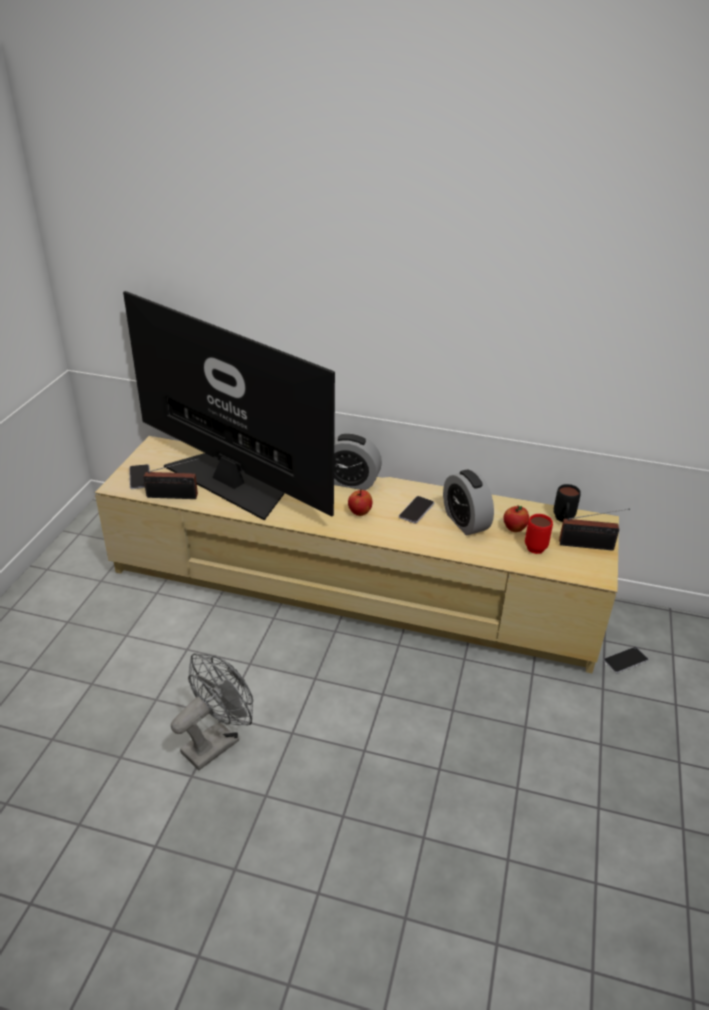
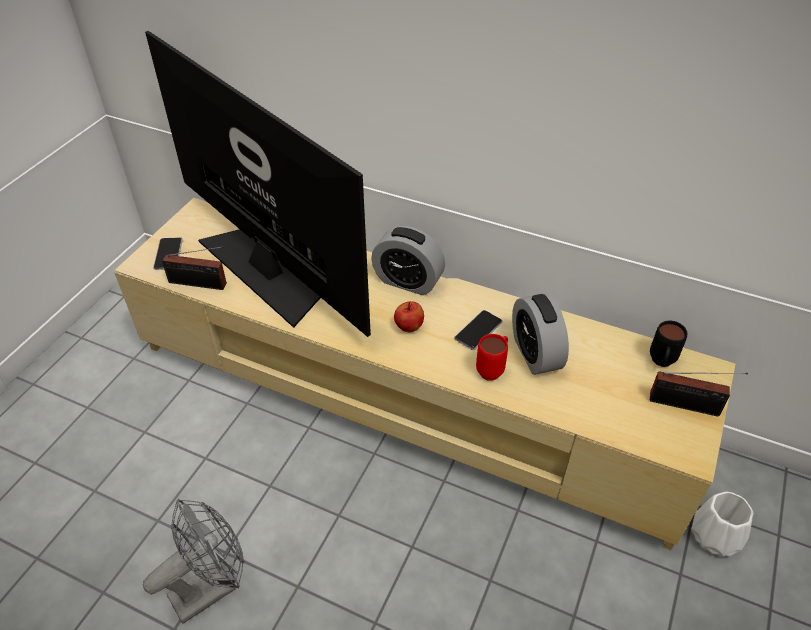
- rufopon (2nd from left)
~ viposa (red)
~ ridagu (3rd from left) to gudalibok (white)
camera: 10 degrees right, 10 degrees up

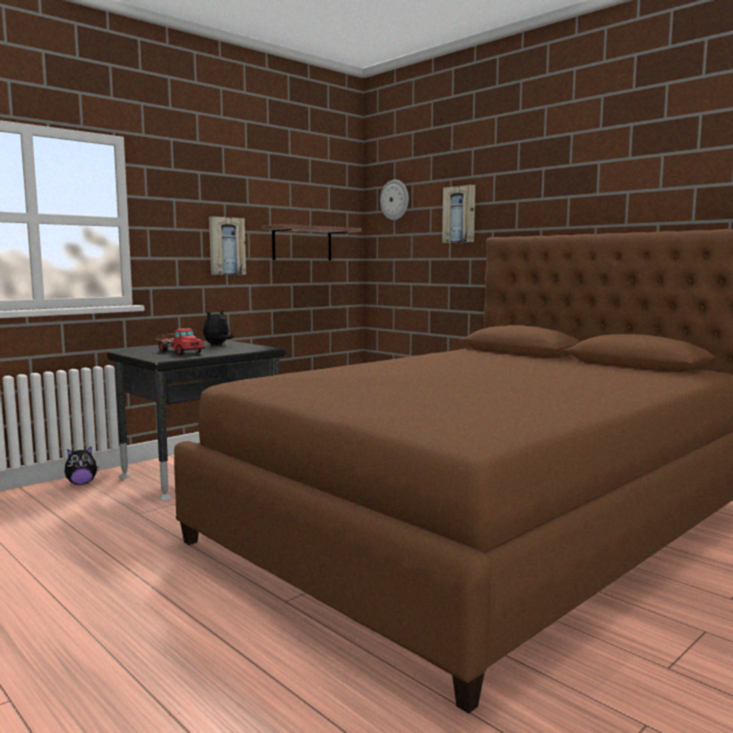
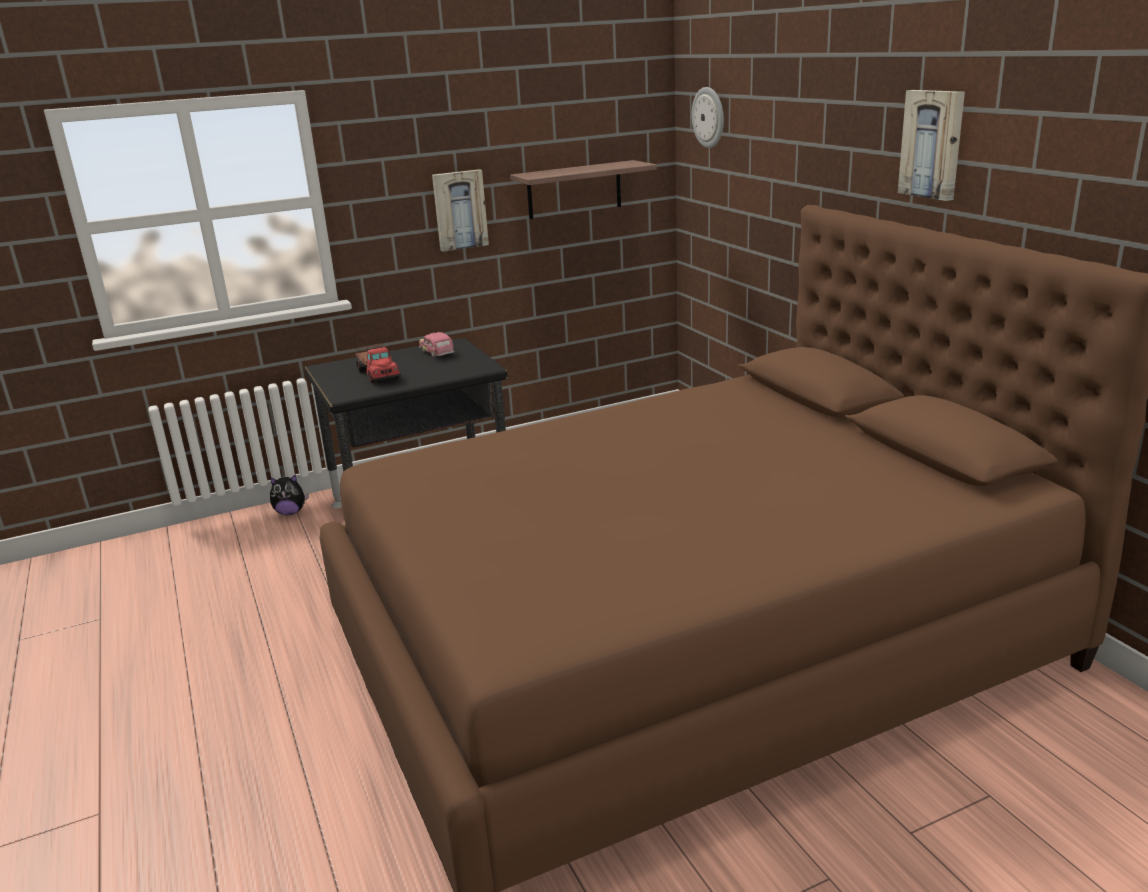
~ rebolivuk (2nd from left)
~ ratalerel (2nd from left) to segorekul
camera: 20 degrees right, 15 degrees up

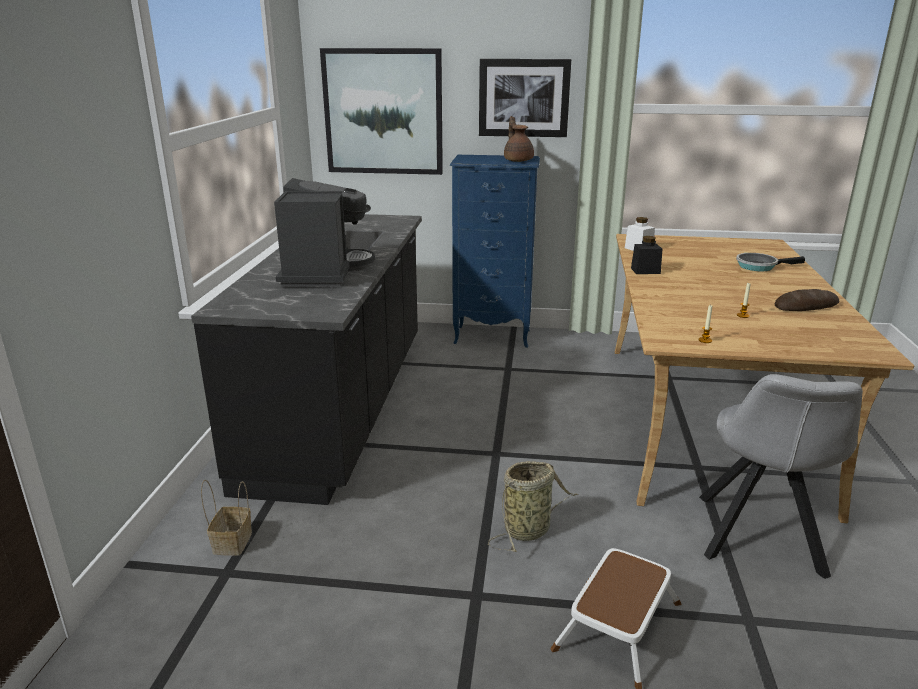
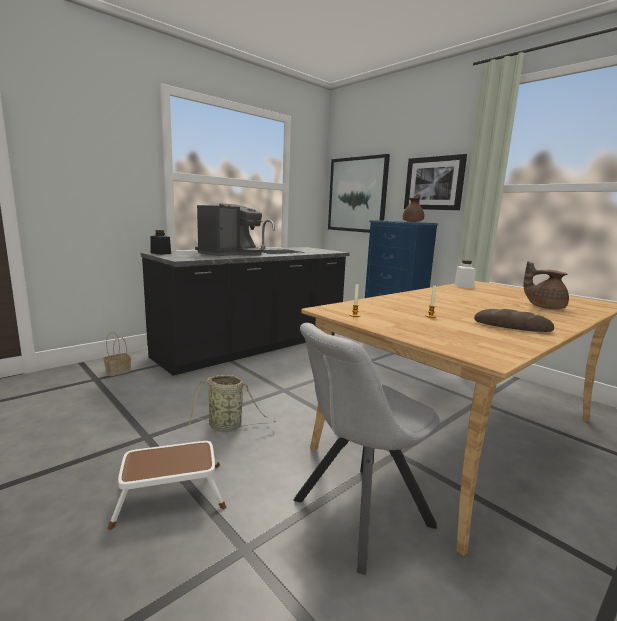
~ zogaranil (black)
~ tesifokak to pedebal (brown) (2nd from left)
camera: 40 degrees right, 10 degrees down

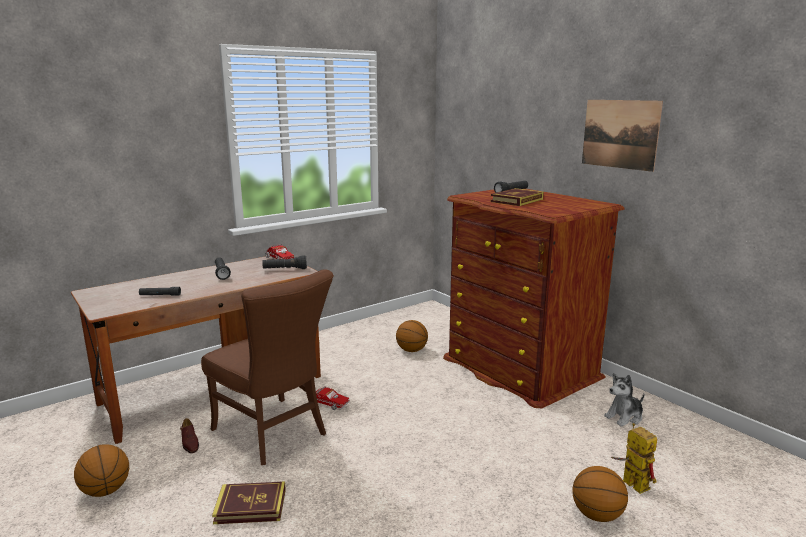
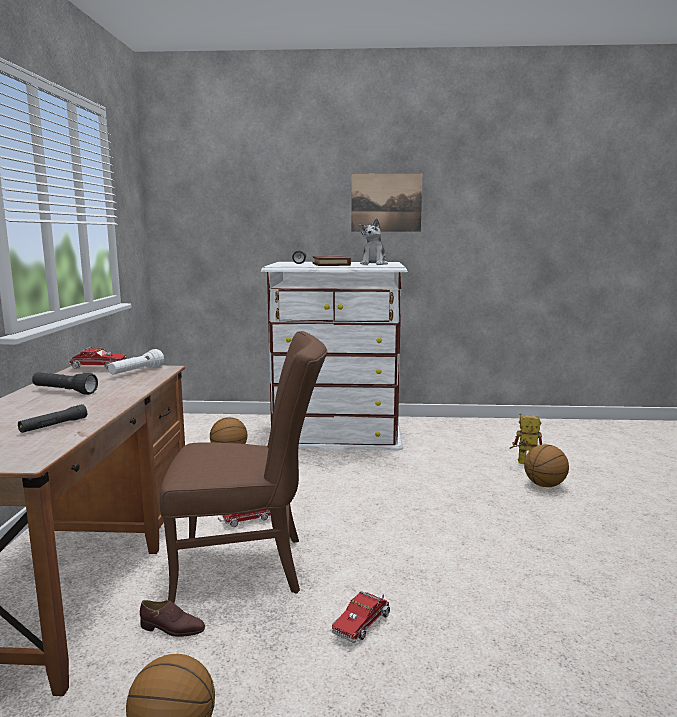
~ ratalerel
~ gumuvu (1st from left) to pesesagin (3rd from left)
~ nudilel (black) (3rd from left) to nudilel (white)
~ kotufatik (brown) to kotufatik (white)
camera: 50 degrees left, 5 degrees down

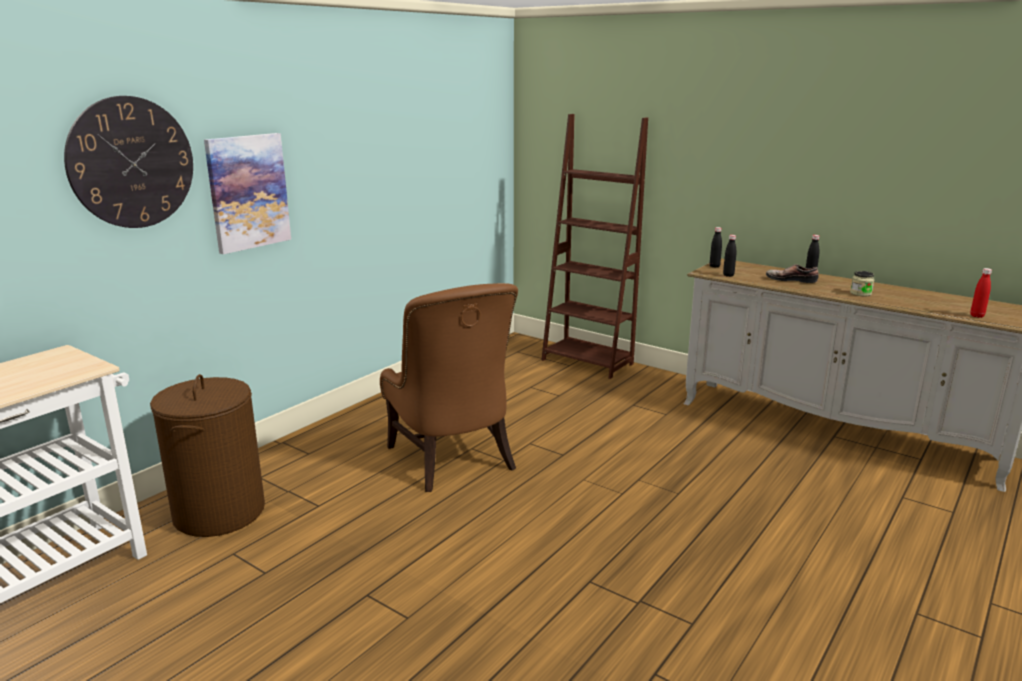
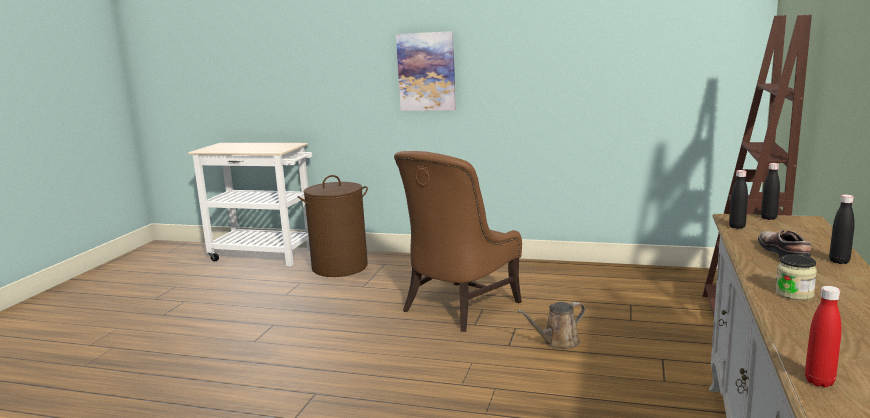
- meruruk
+ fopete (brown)
camera: 70 degrees right, 5 degrees down

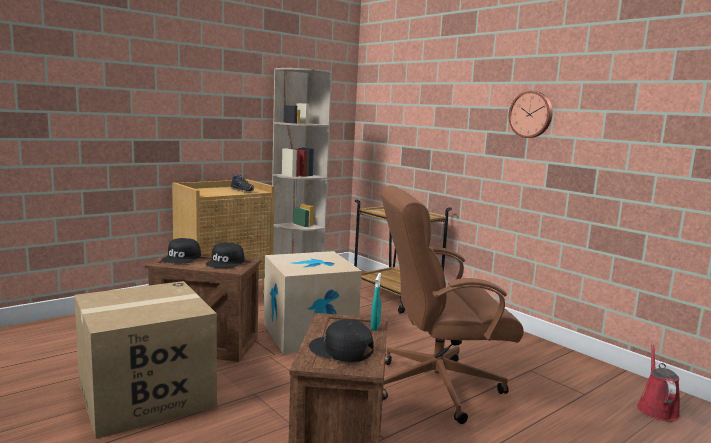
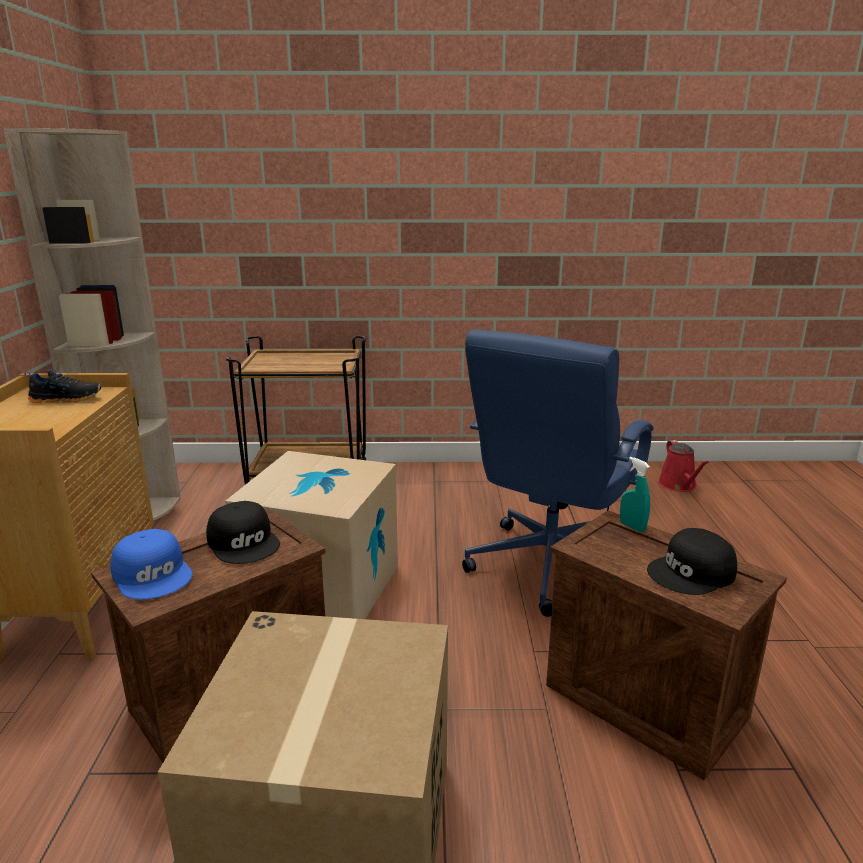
- meruruk
~ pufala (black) (1st from left) to pufala (blue)
~ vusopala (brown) to vusopala (blue)
~ fopete (red) 150 degrees counterclockwise
camera: 50 degrees left, 10 degrees up

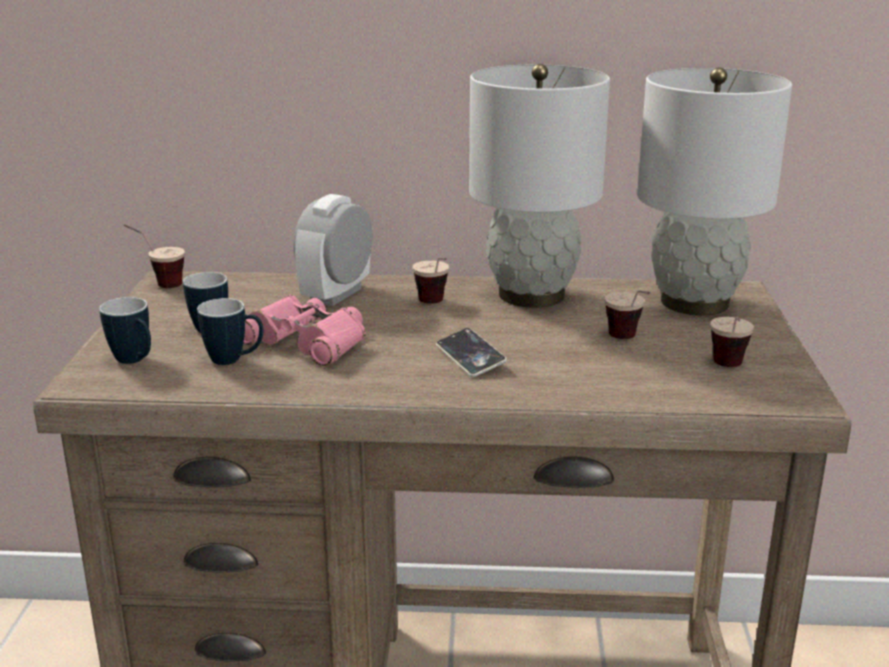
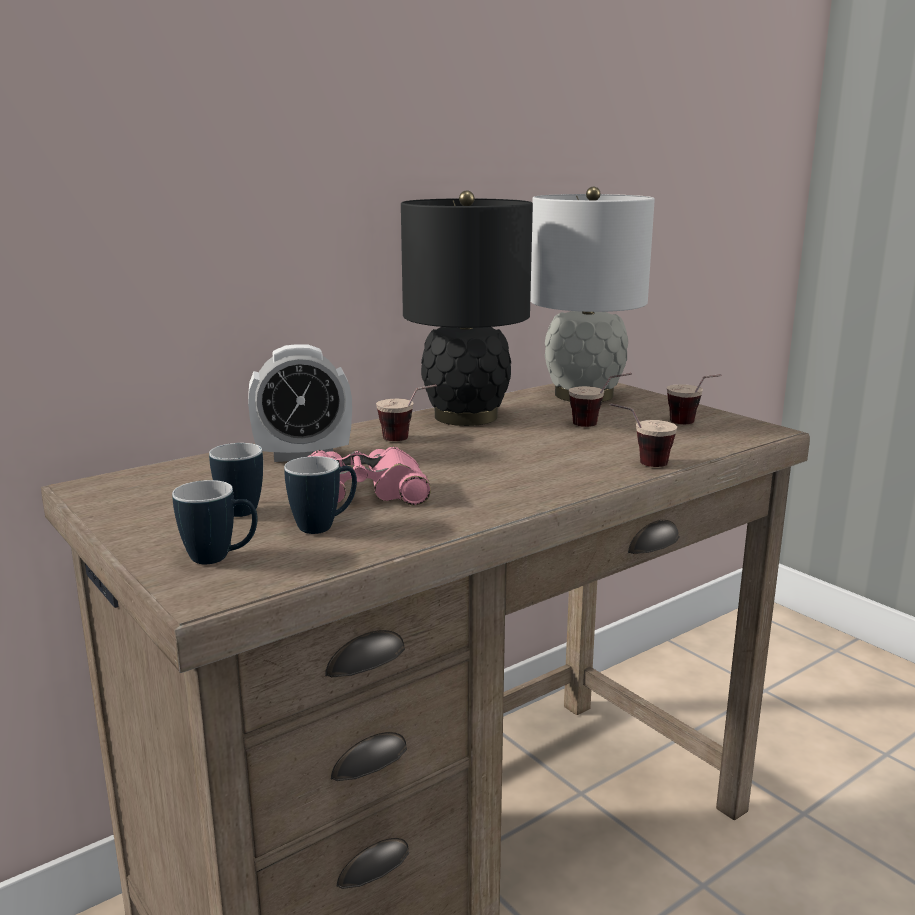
- ridagu
~ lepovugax (1st from left in the first image) to lepovugax (3rd from left)
~ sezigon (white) (1st from left) to sezigon (black)
~ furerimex 90 degrees counterclockwise
camera: 40 degrees left, 5 degrees down

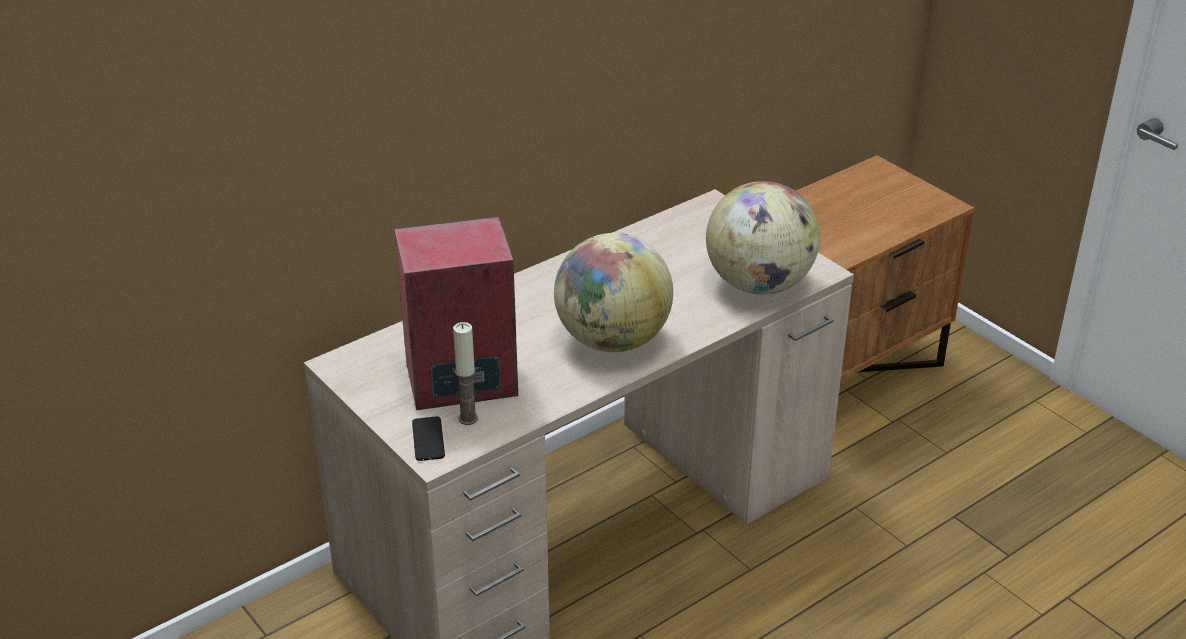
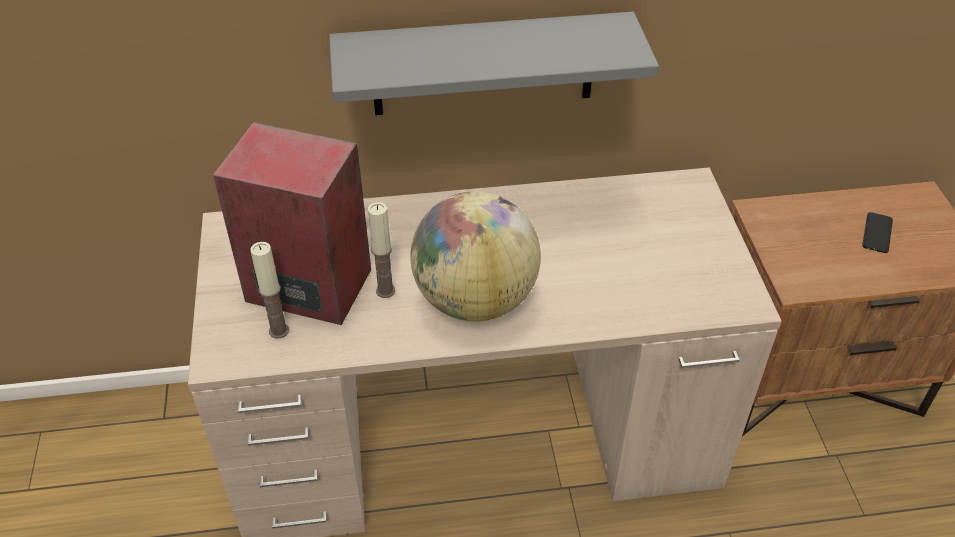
- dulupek (2nd from left)
+ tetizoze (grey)
+ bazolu (2nd from left)
~ ridagu
camera: 30 degrees right, 10 degrees up

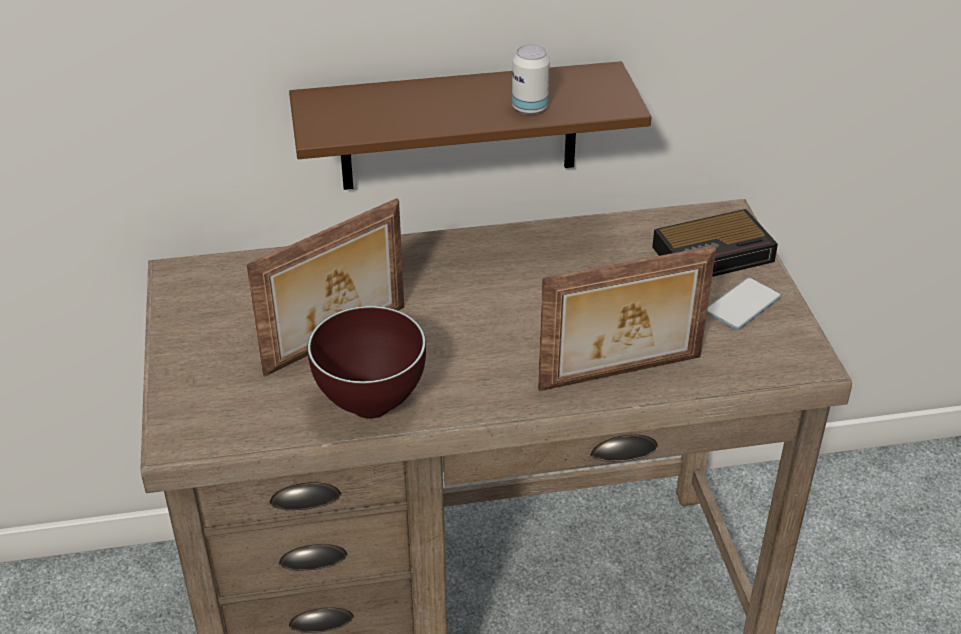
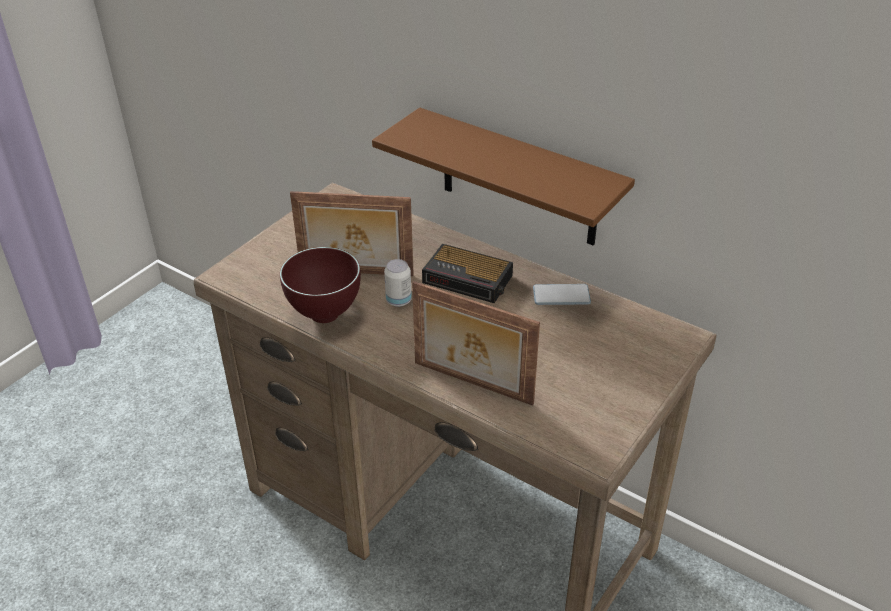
~ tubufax
~ furerimex
~ ridagu
camera: 45 degrees right, 0 degrees up

